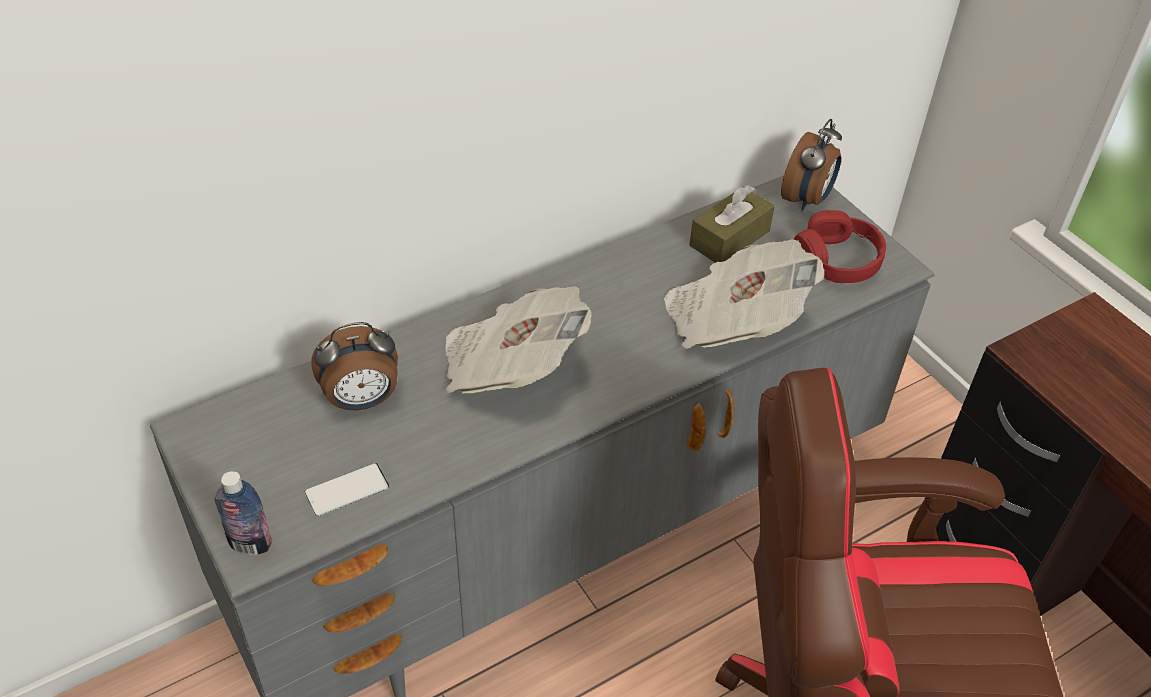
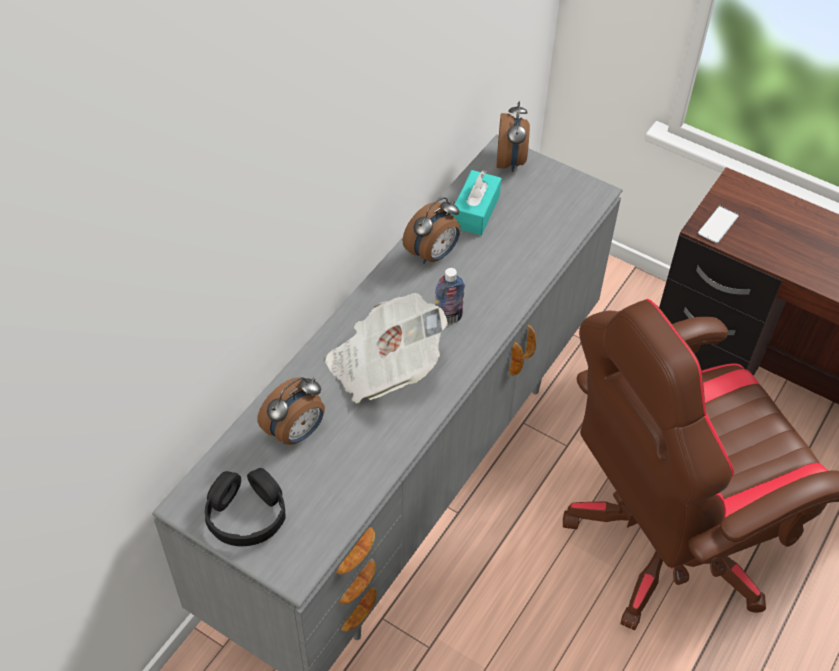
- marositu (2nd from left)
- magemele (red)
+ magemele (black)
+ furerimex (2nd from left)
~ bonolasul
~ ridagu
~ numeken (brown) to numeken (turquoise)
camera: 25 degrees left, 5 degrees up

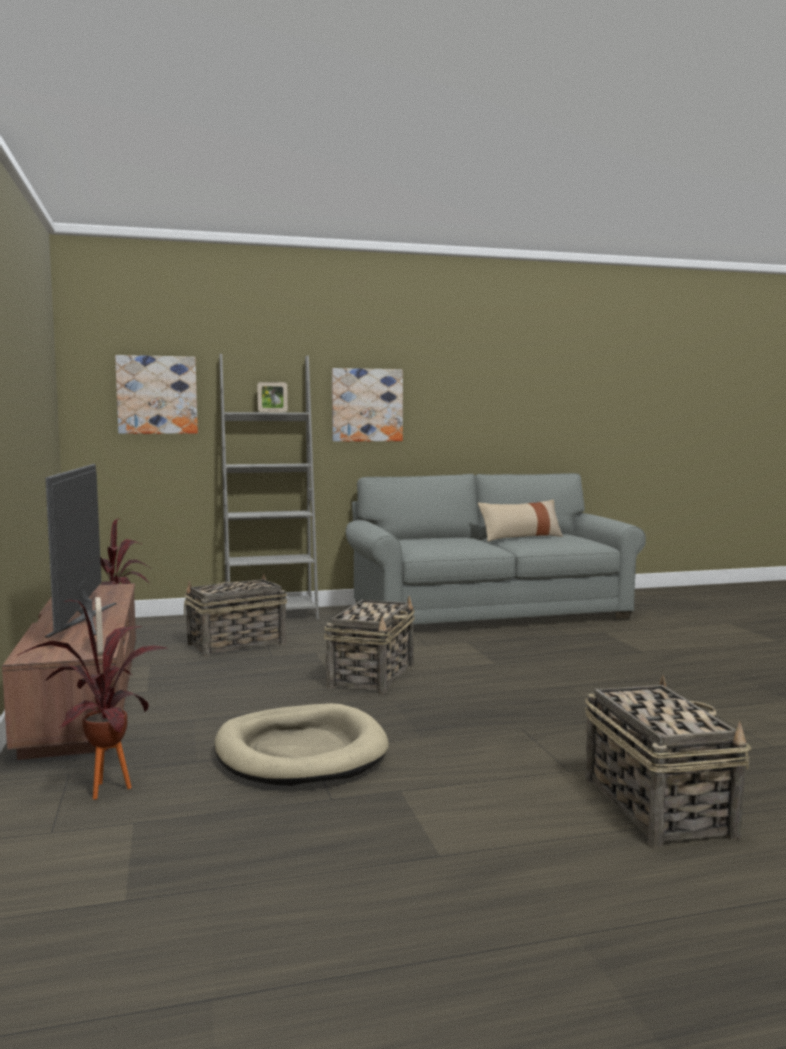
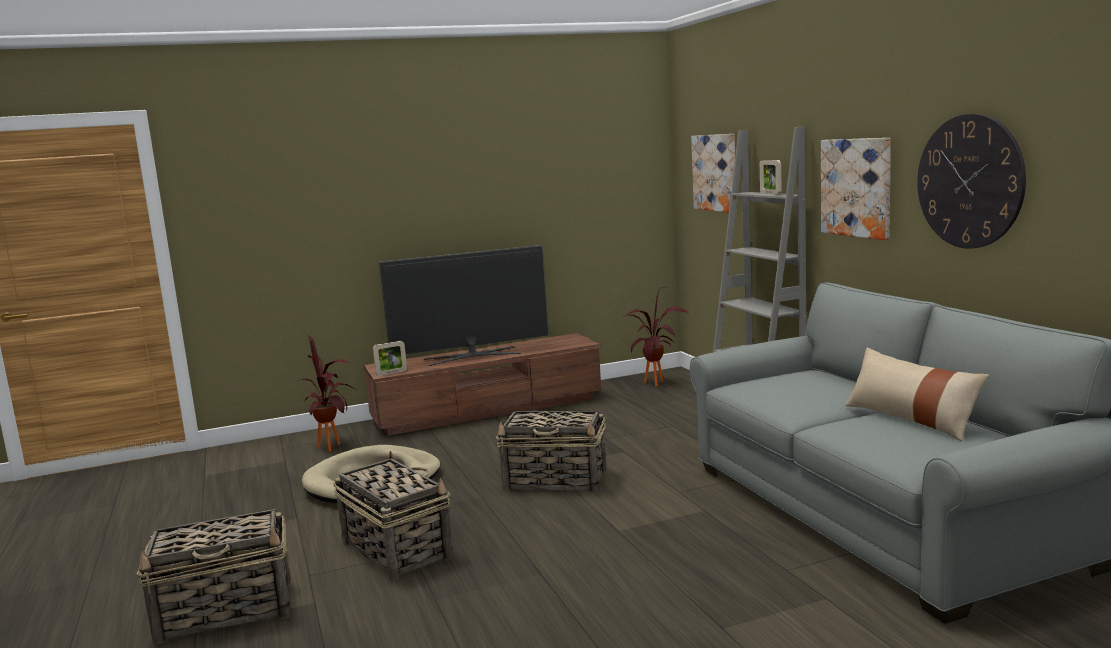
+ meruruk
~ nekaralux (1st from left in the first image) to nekaralux (2nd from left)
camera: 85 degrees right, 5 degrees up

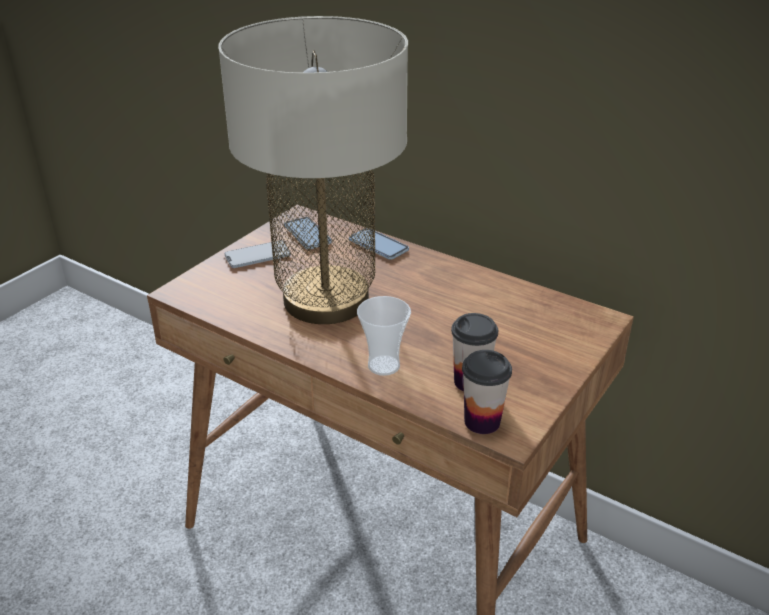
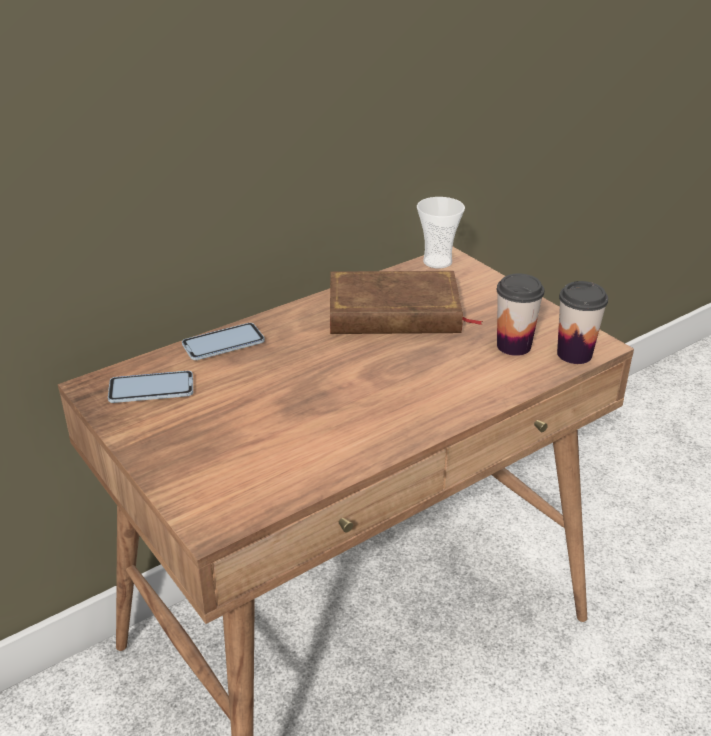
- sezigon
- ridagu (1st from left)
+ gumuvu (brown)
~ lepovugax (1st from left)
camera: 70 degrees left, 0 degrees up

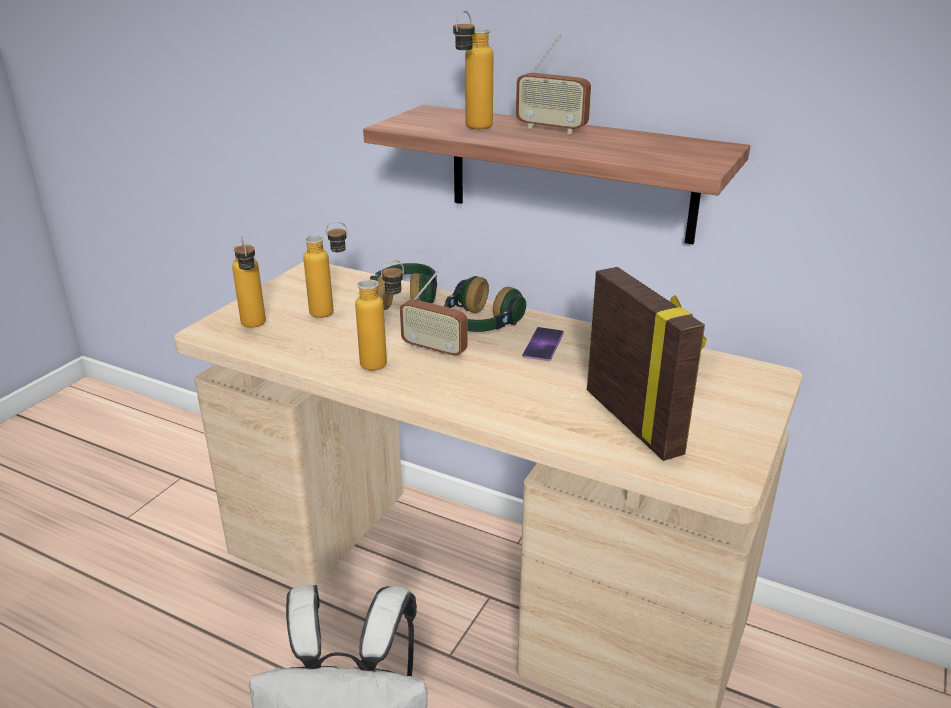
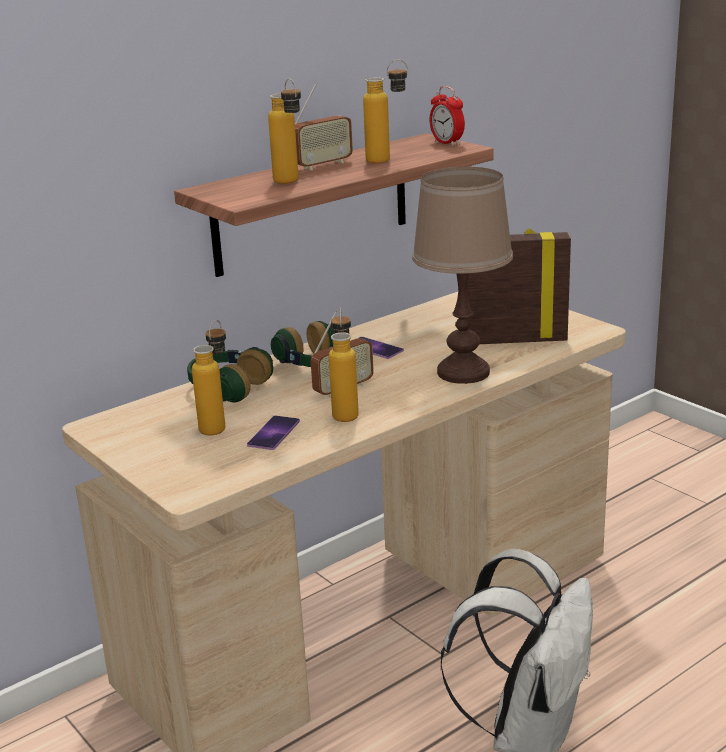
+ ridagu (1st from left)
+ sezigon (brown)
+ furerimex
~ bonolasul (1st from left in the first image) to bonolasul (4th from left)
camera: 65 degrees left, 5 degrees down

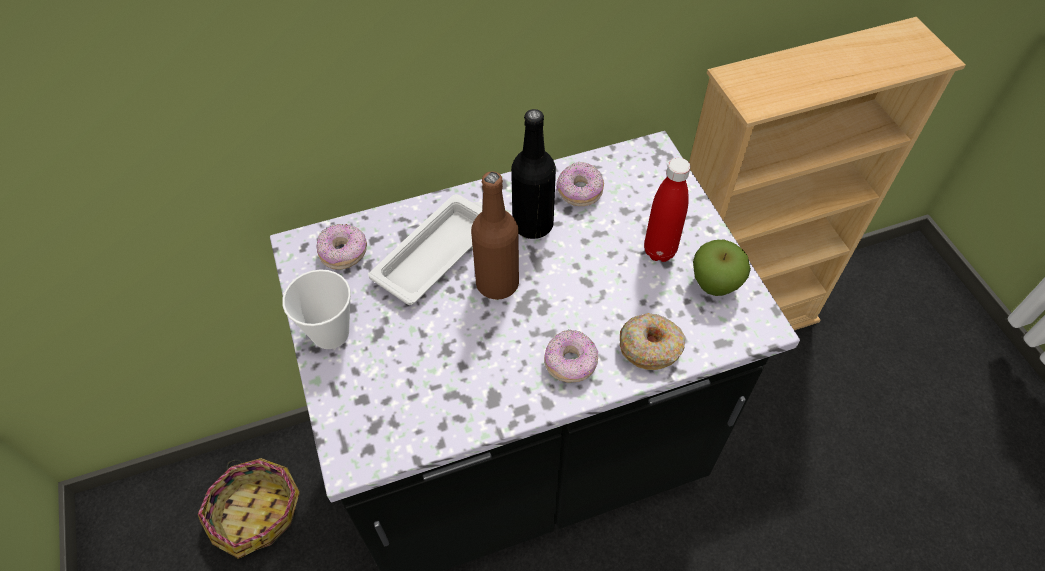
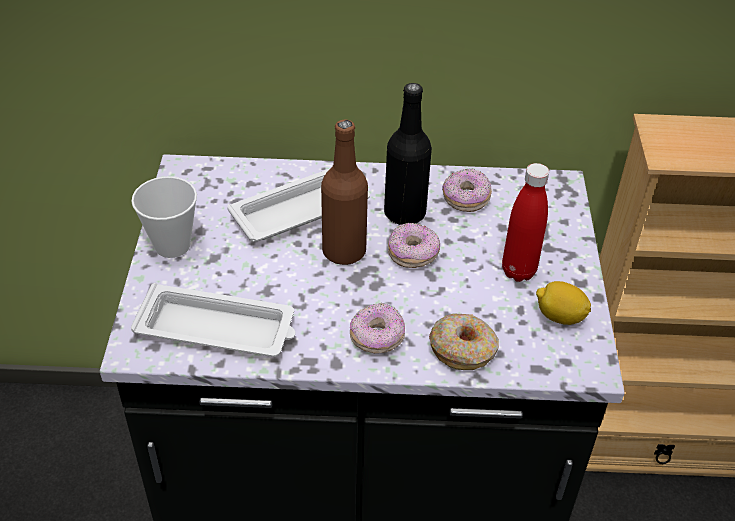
- nekaralux
+ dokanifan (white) (1st from left)
~ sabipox (1st from left in the first image) to sabipox (2nd from left)
~ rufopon to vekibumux
camera: 20 degrees right, 10 degrees down

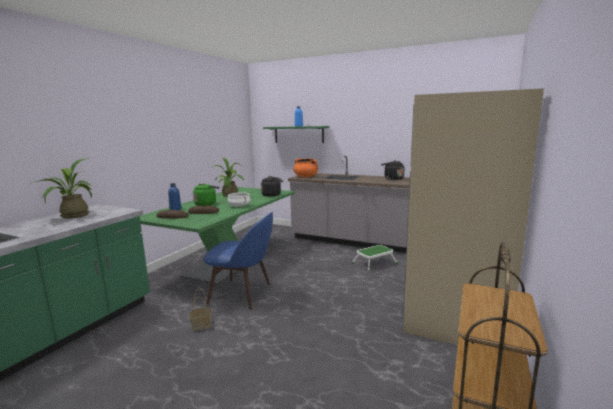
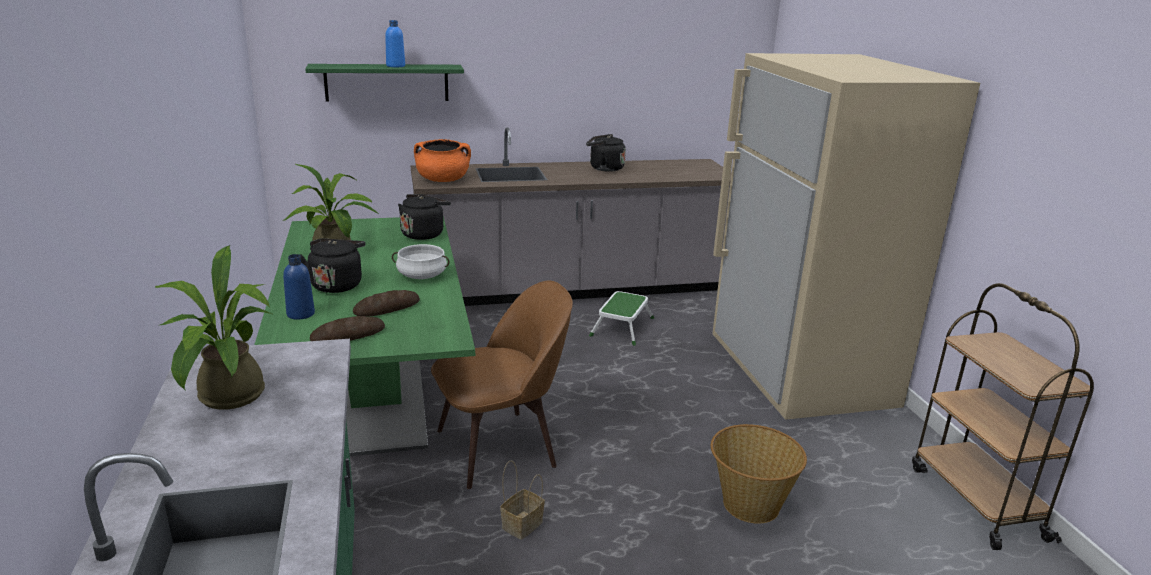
+ nekaralux (2nd from left)
~ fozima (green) to fozima (black) (1st from left)
~ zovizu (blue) to zovizu (brown)
camera: 40 degrees left, 10 degrees up

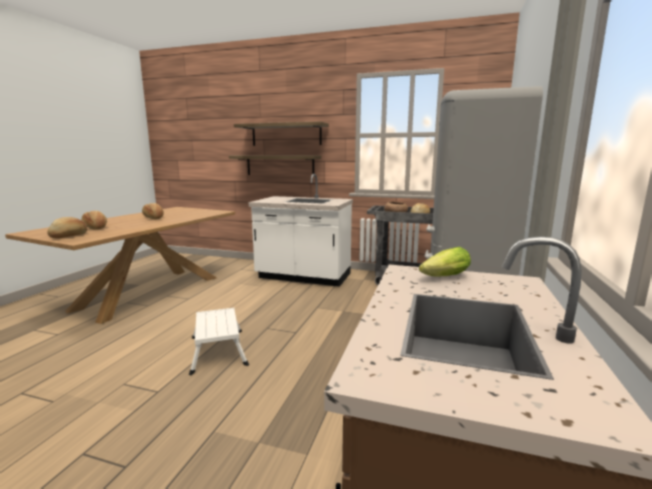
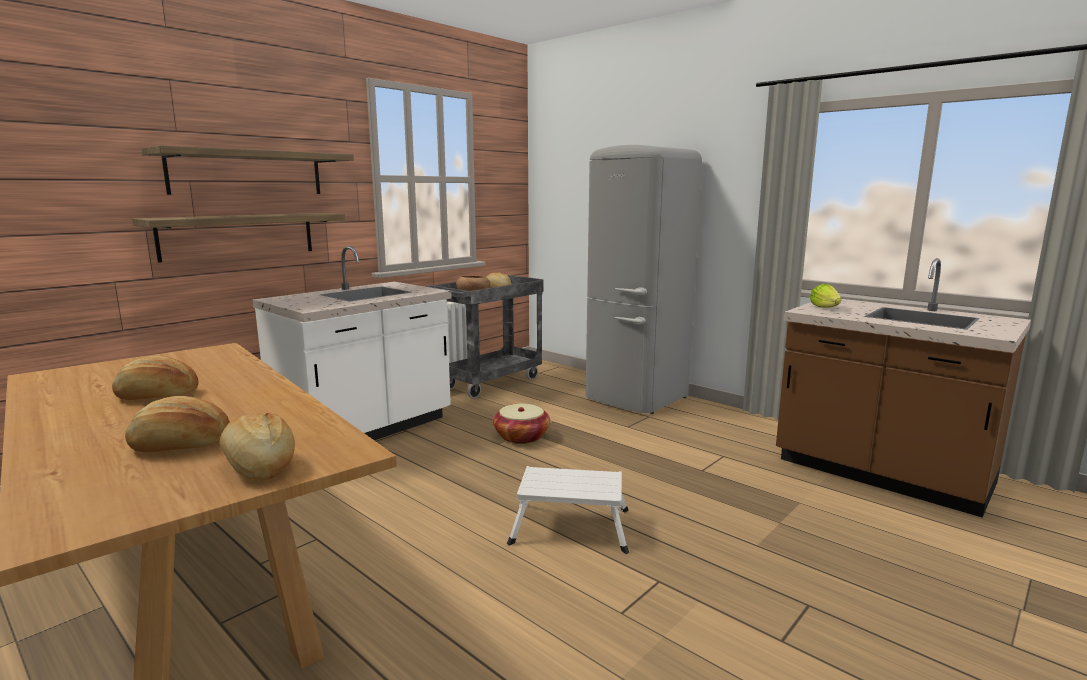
+ nekaralux
camera: 65 degrees left, 0 degrees up

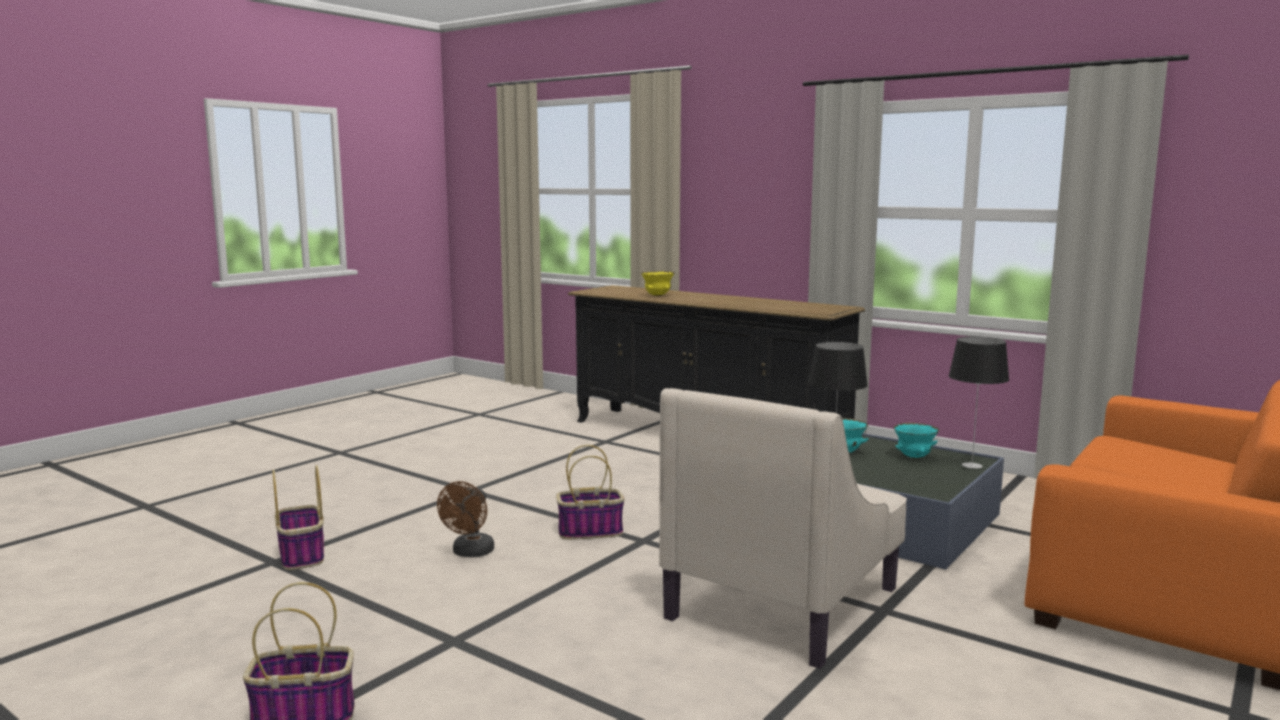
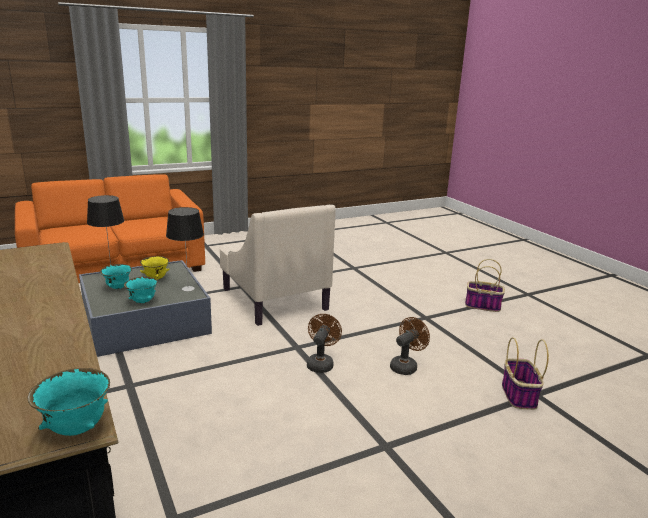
+ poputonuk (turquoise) (1st from left)
~ poputonuk (yellow)
~ nekaralux (3rd from left) to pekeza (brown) (1st from left)
~ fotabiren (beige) 90 degrees clockwise
camera: 155 degrees left, 10 degrees up

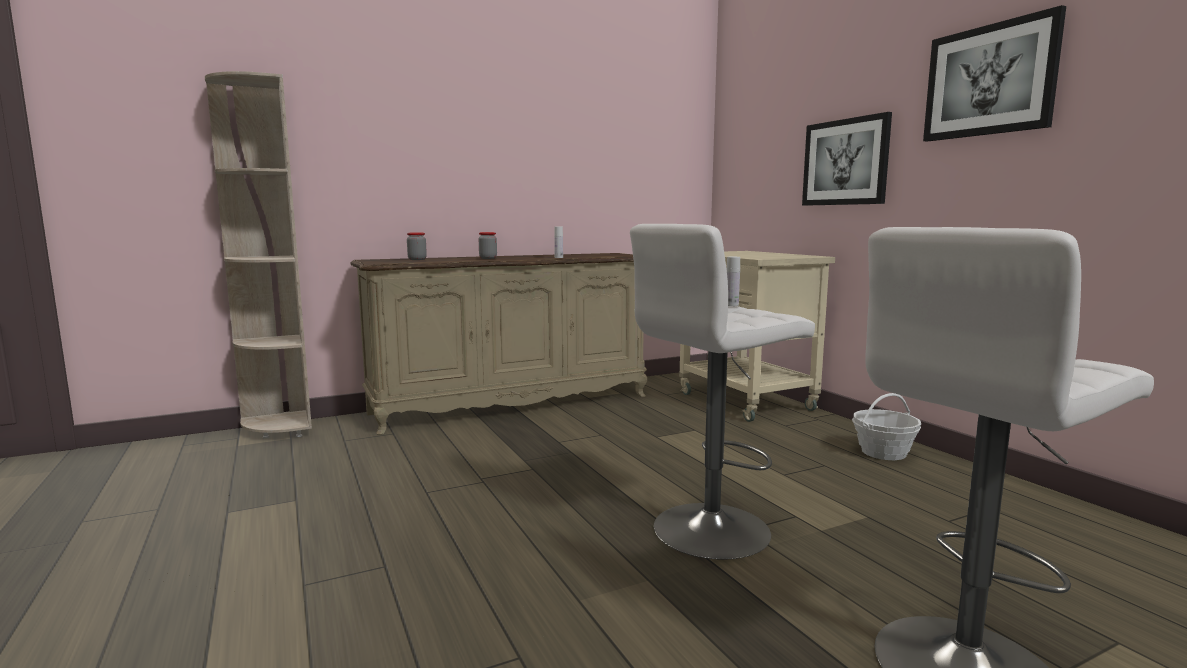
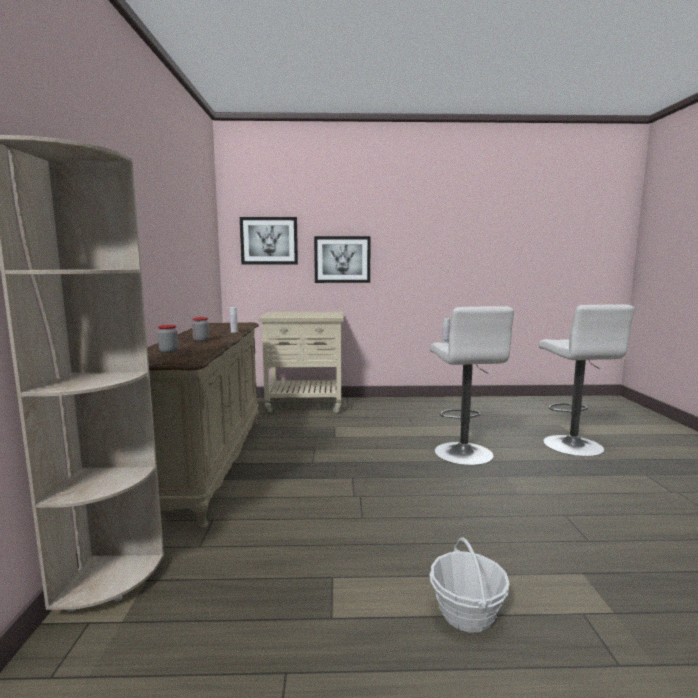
~ nekaralux
~ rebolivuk (2nd from left in the first image) to rebolivuk (1st from left)
camera: 65 degrees left, 0 degrees up

